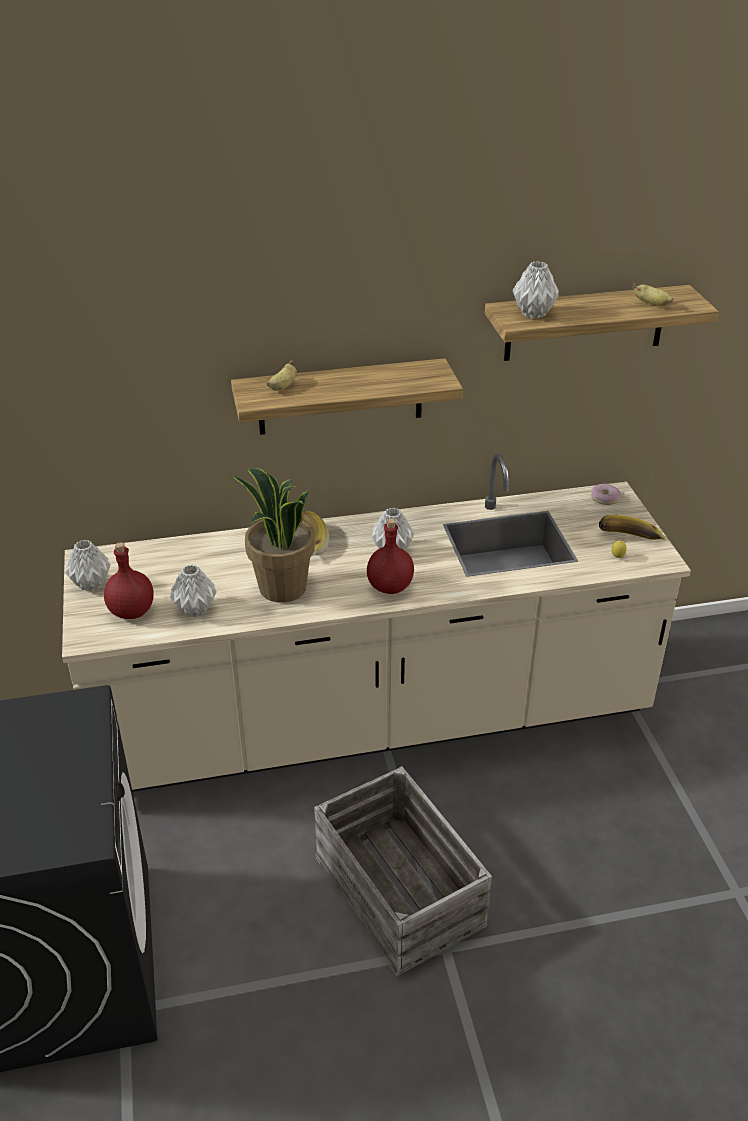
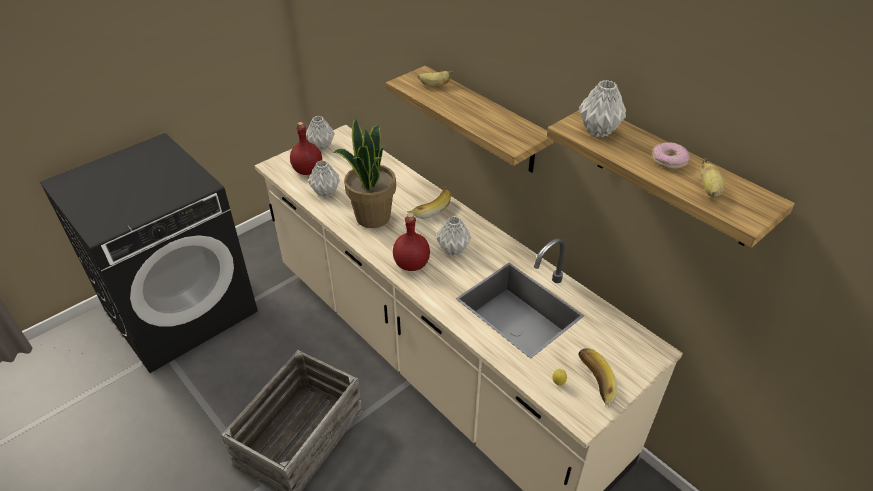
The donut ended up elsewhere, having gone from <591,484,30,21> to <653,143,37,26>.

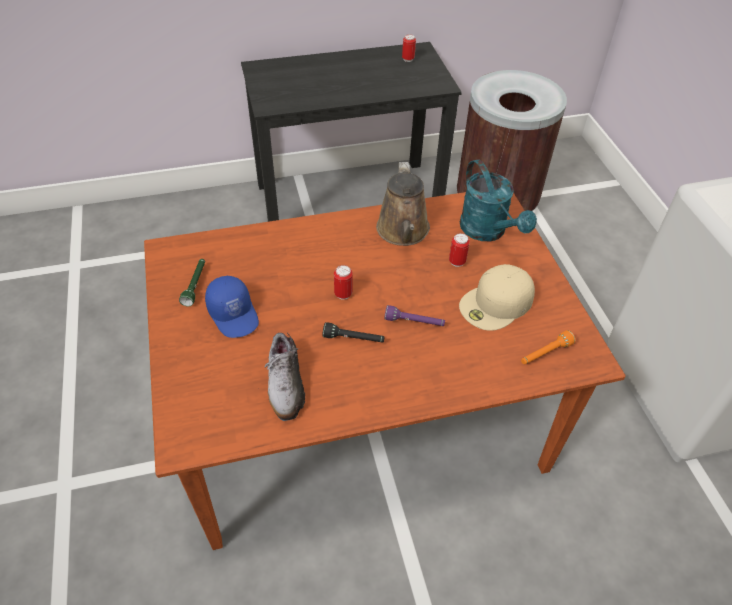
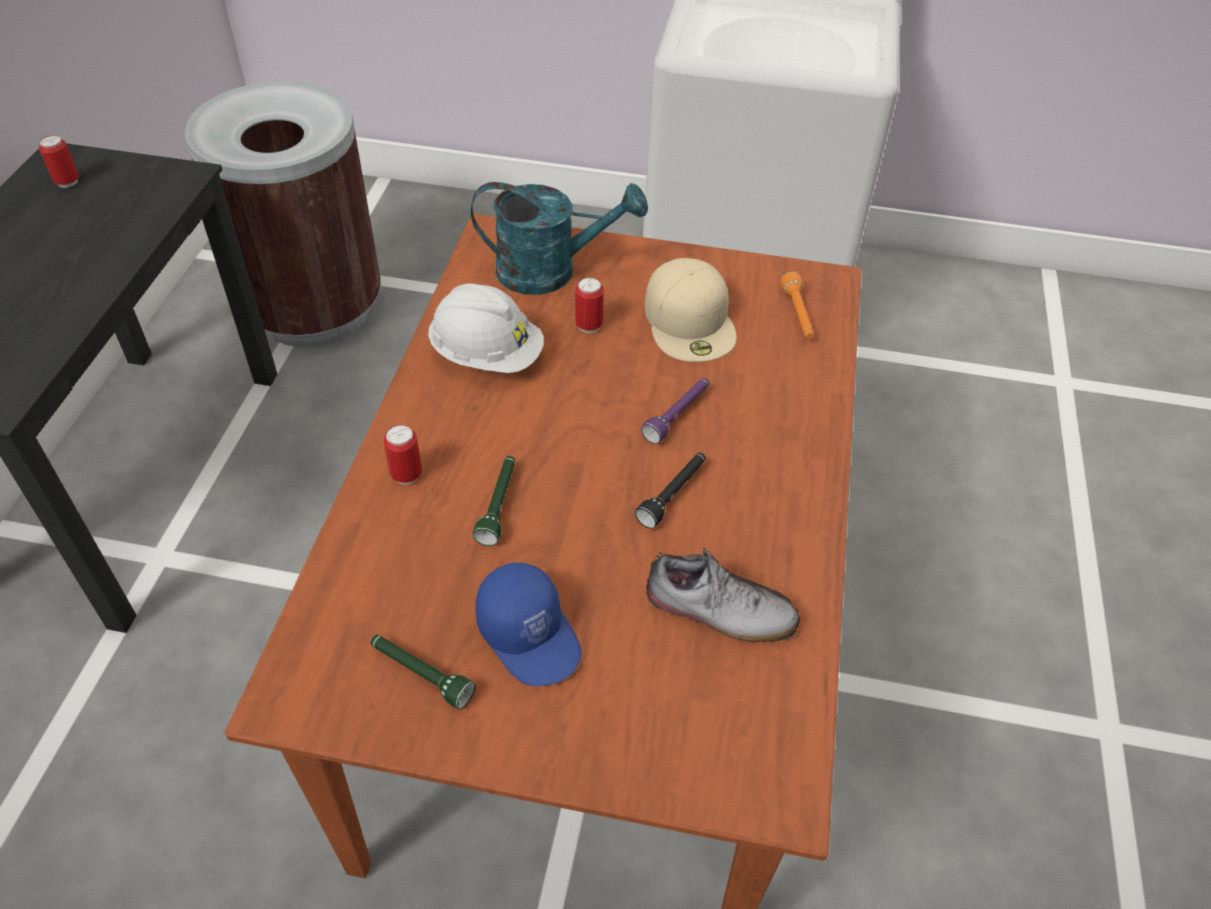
The cap (blue) at <205,275,54,63> ended up facing another way, 60 degrees clockwise from before. The metal can ended up elsewhere, having gone from <334,265,19,35> to <384,425,38,59>. Where the watering can (brown) stood at <376,162,54,84>, the hard hat (whitish) came to stand at <428,284,116,89>. The second view gained the hand torch (green) at <473,456,42,90>.

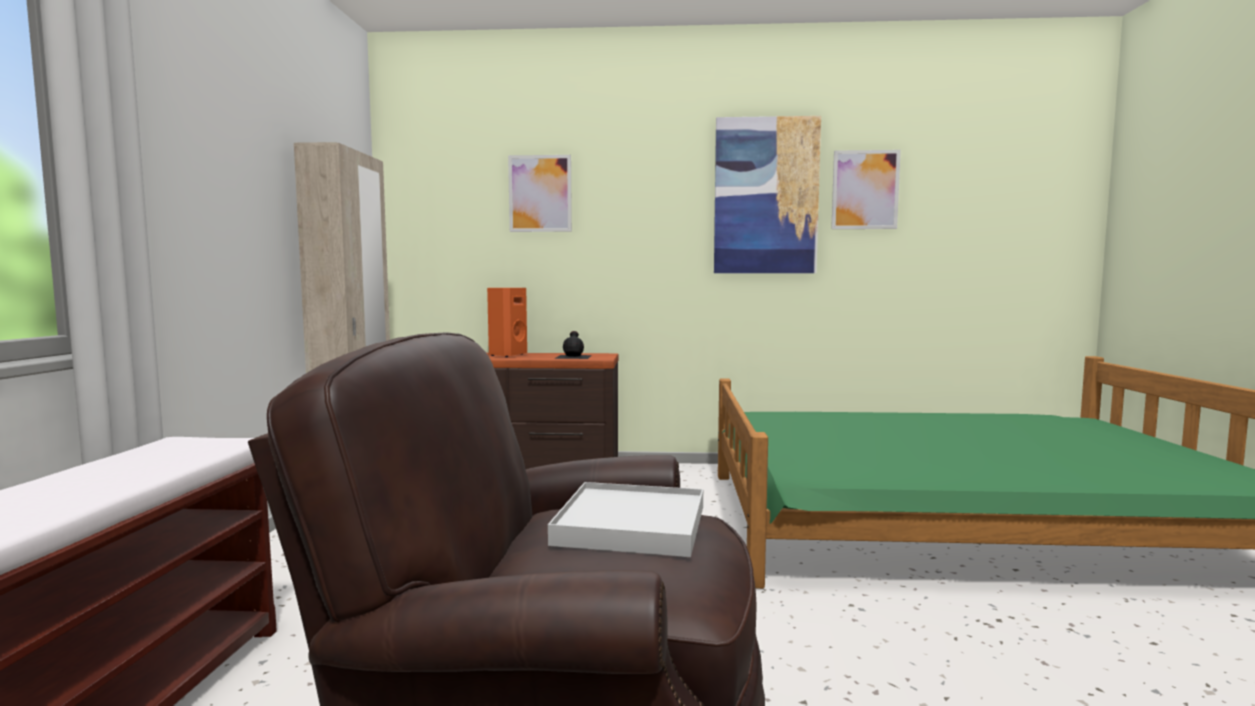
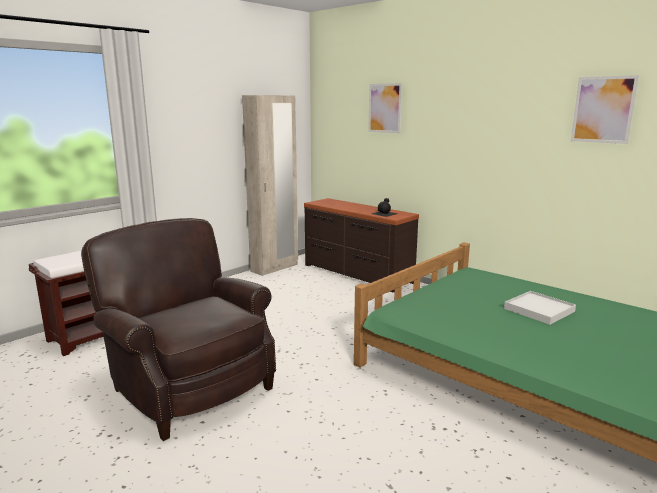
The second view lost the audio speaker (orangey) at <487,288,40,69>. The tray (whitish) ended up elsewhere, having gone from <548,482,155,75> to <504,291,72,34>. The second view lost the picture at <714,116,107,157>.

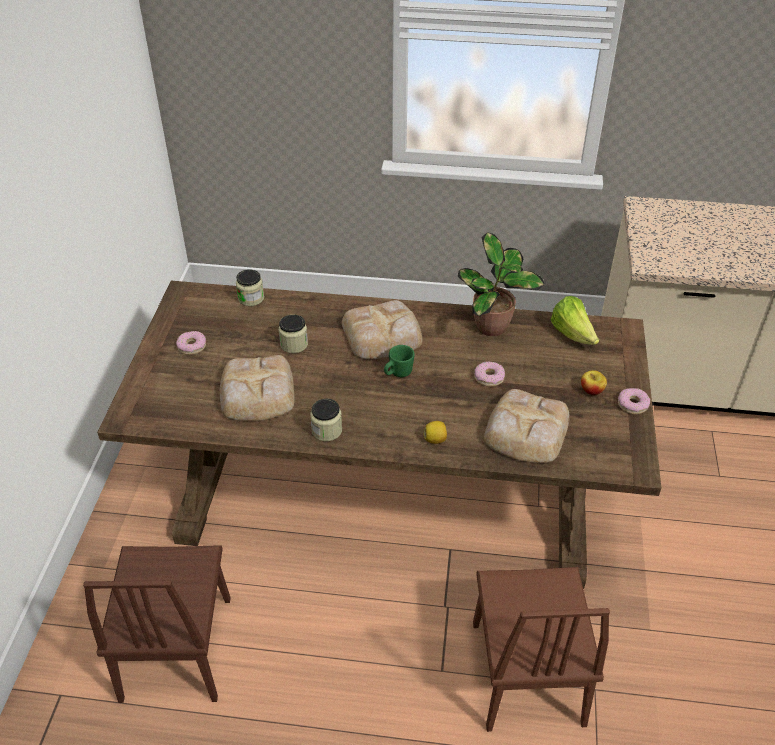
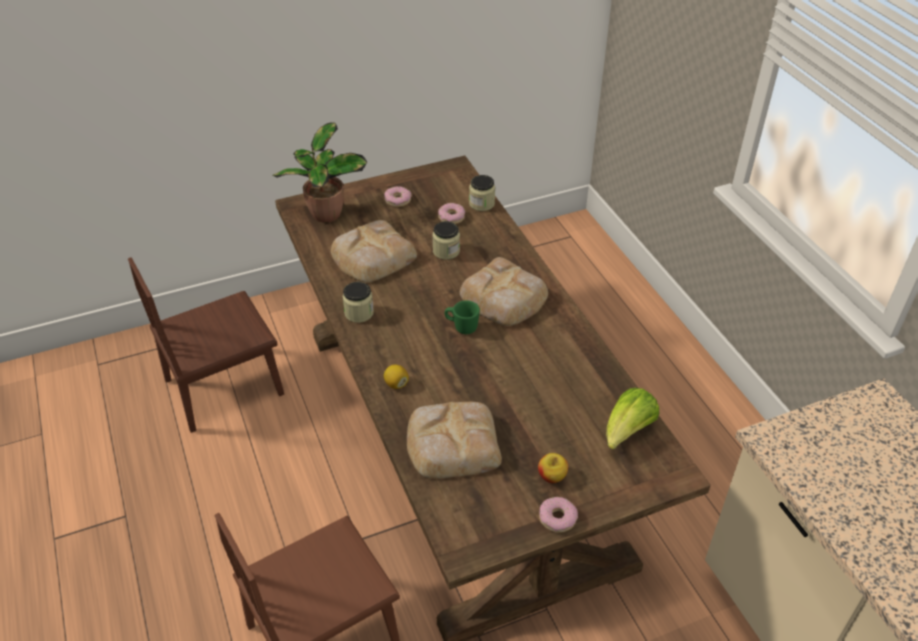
The houseplant ended up elsewhere, having gone from <458,232,86,104> to <272,122,95,101>. The donut ended up elsewhere, having gone from <474,361,31,26> to <438,203,27,21>.

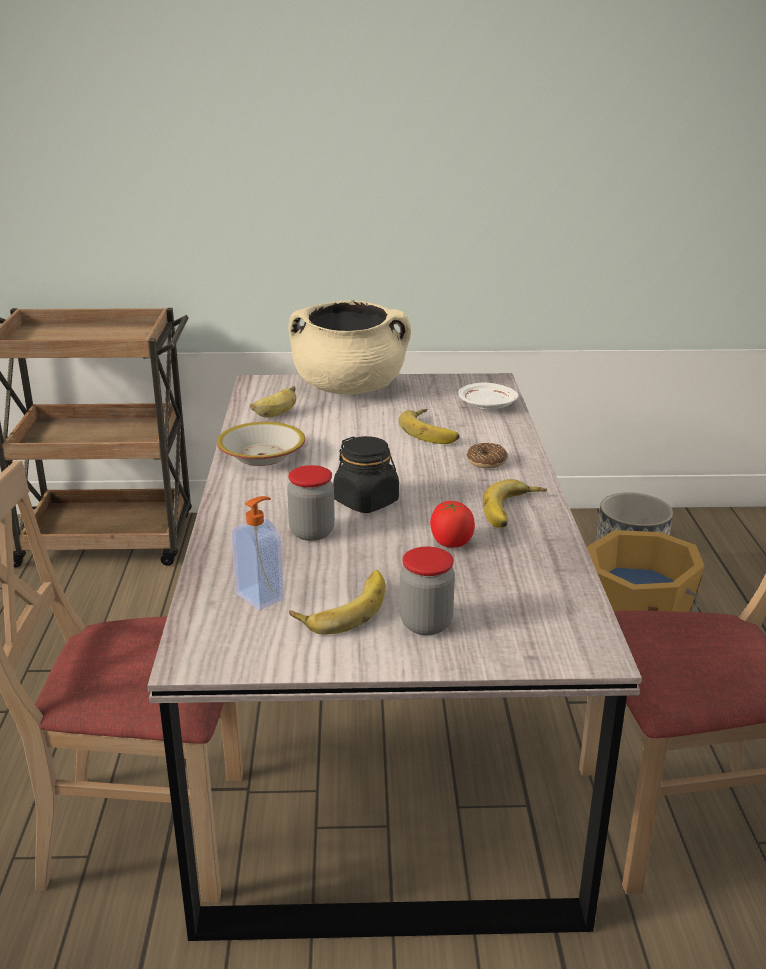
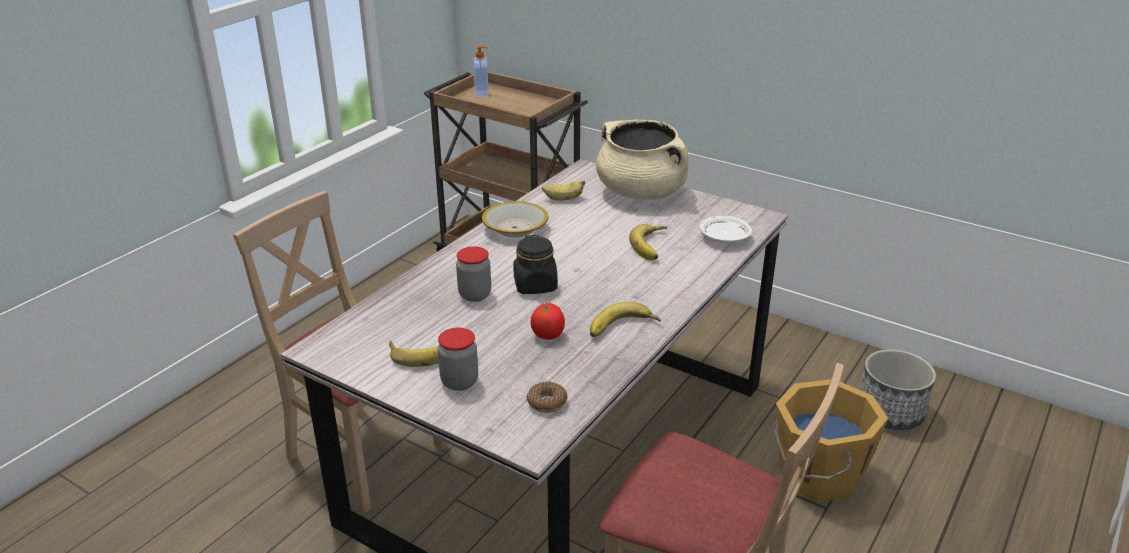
The liquid soap bottle ended up elsewhere, having gone from <232,496,52,114> to <473,46,16,51>. The donut ended up elsewhere, having gone from <467,443,41,26> to <527,381,41,32>.

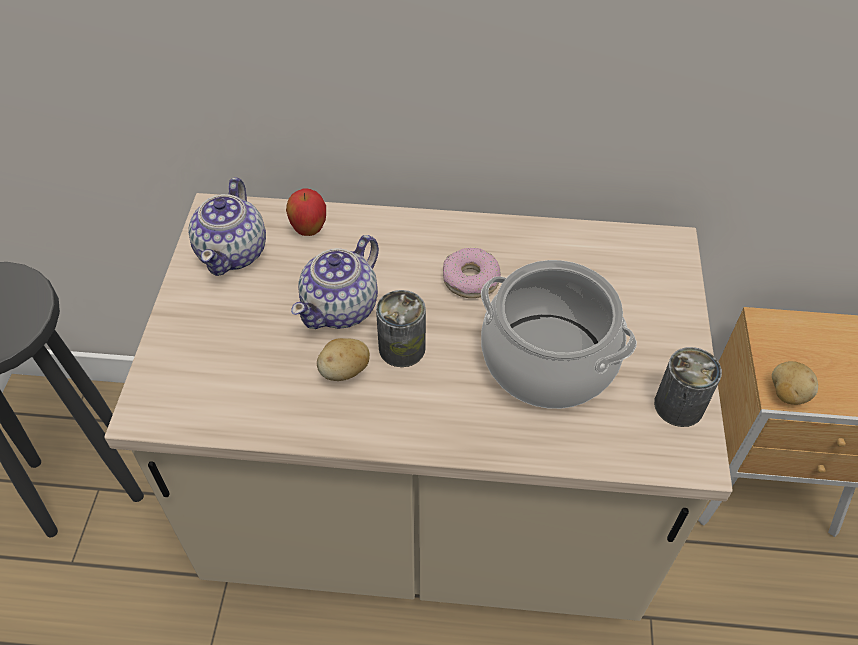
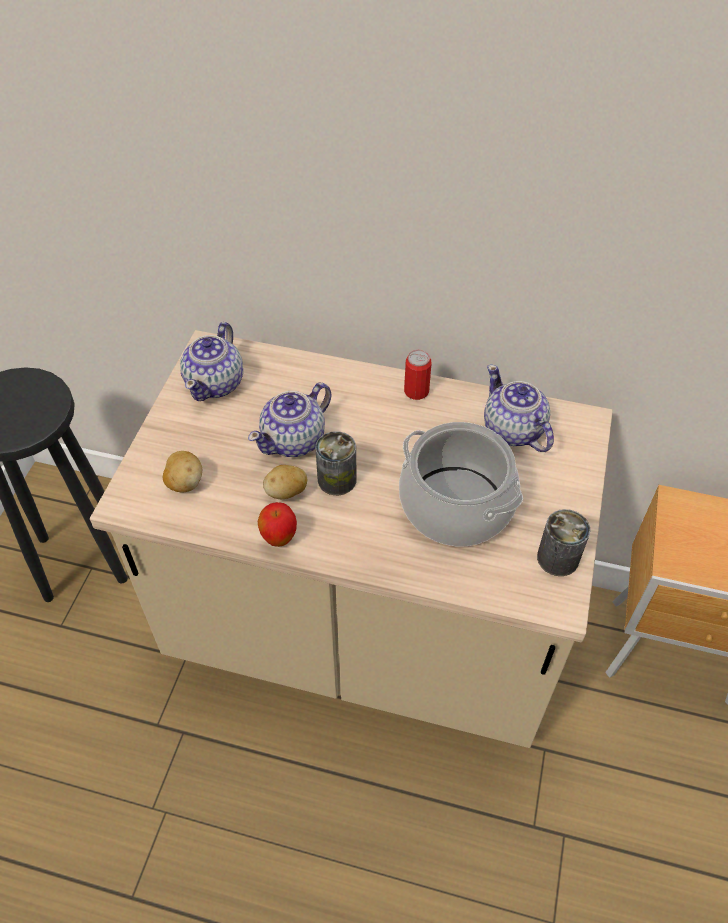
The apple fruit ended up elsewhere, having gone from <286,188,40,48> to <257,502,40,45>. The second view lost the donut at <443,248,58,50>. The whole potato ended up elsewhere, having gone from <772,361,46,44> to <163,451,39,41>. The second view gained the metal can at <404,349,28,51>. The second view gained the teapot at <484,364,70,88>.

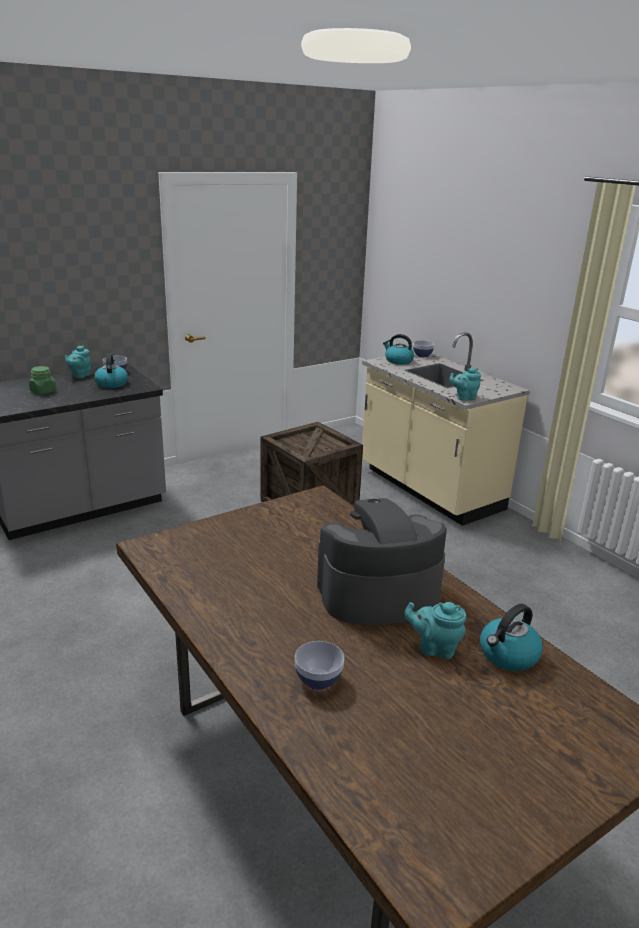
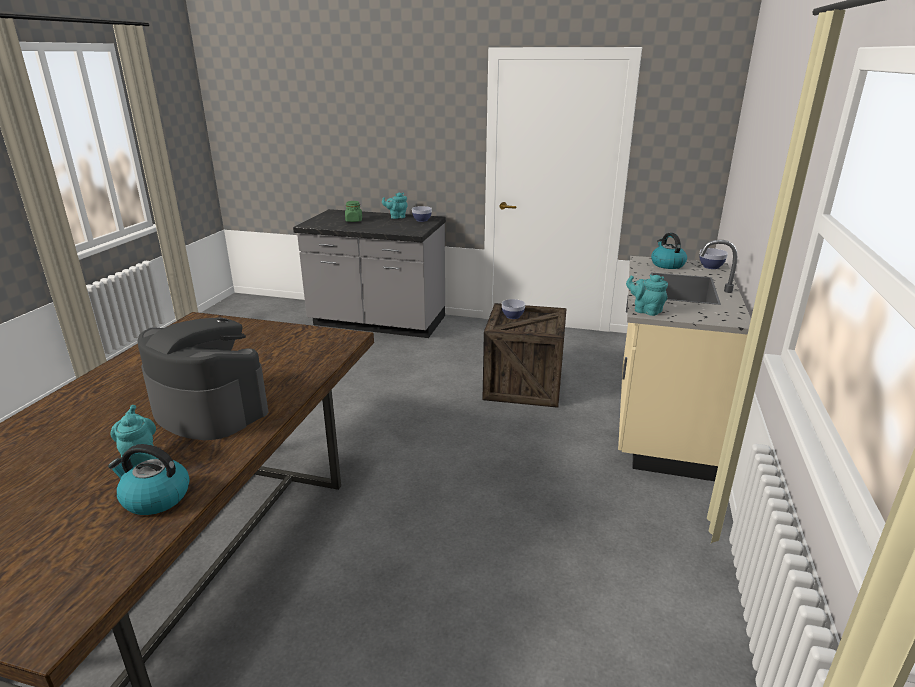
The second view lost the tea kettle at <94,354,34,34>. The serving bowl ended up elsewhere, having gone from <295,641,49,49> to <502,299,23,20>.

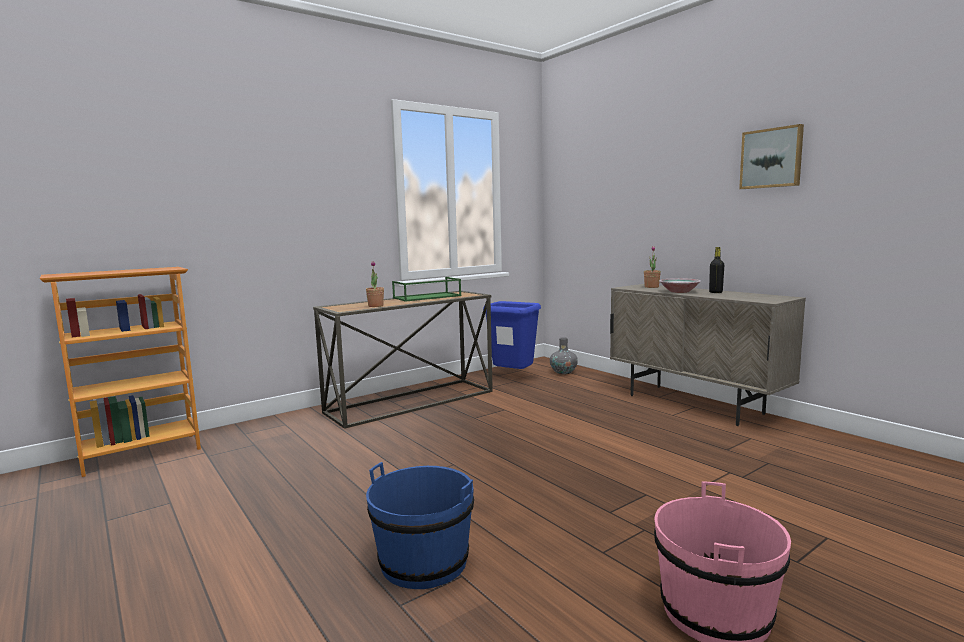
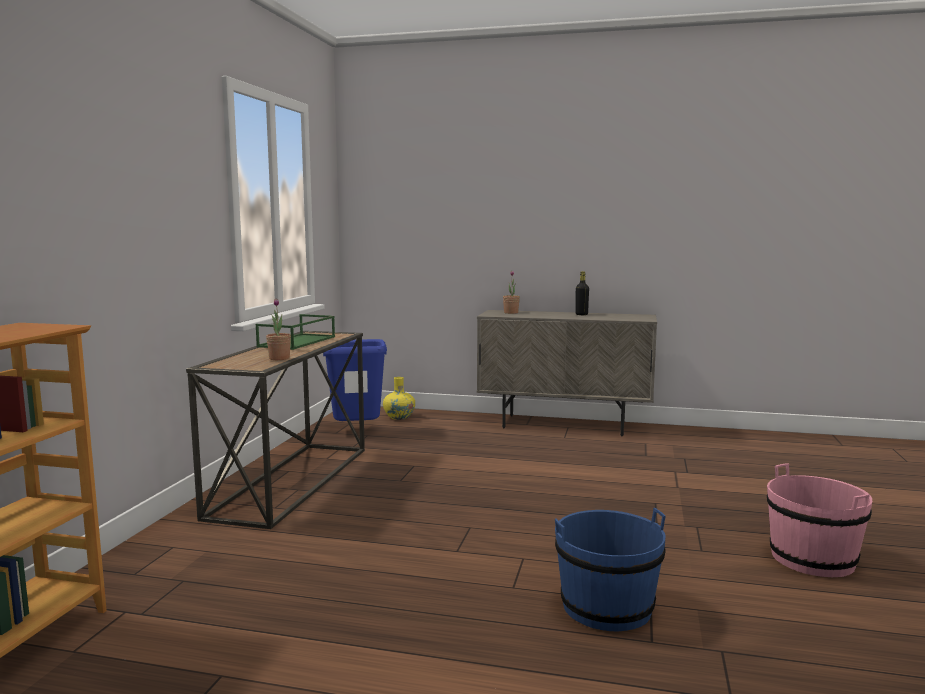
What was the decorative vase (grey) at <550,337,28,37> turned into the decorative vase (yellow-coloured) at <383,377,32,43>. The second view lost the serving bowl at <659,278,42,15>. The second view lost the picture at <739,124,65,65>.

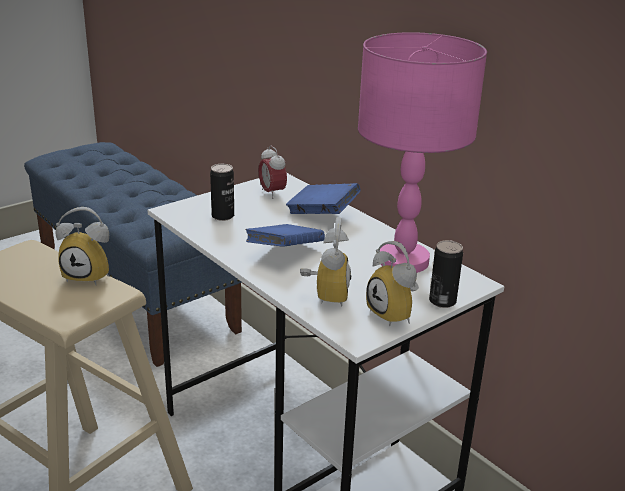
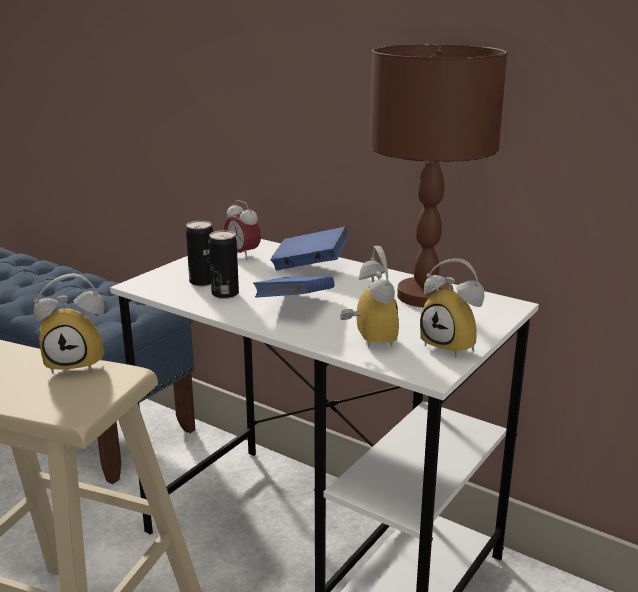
What was the tabletop lamp (pinkish) at <358,32,129,241> turned into the tabletop lamp (brown) at <369,44,139,263>. The metal can ended up elsewhere, having gone from <429,240,34,68> to <209,230,30,69>.

